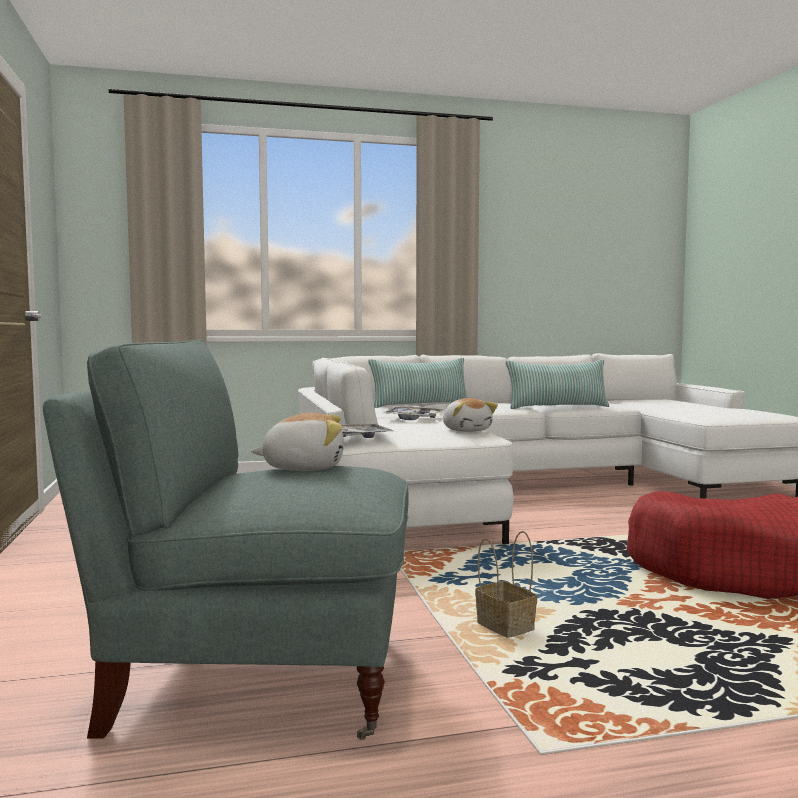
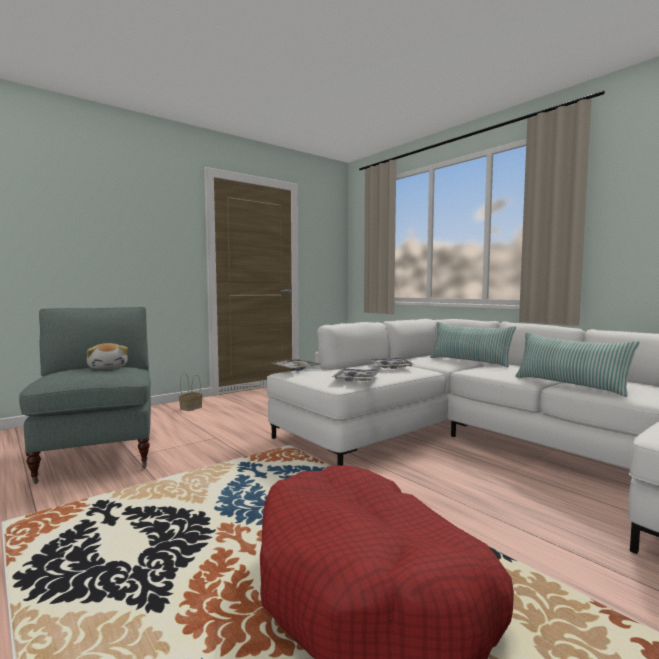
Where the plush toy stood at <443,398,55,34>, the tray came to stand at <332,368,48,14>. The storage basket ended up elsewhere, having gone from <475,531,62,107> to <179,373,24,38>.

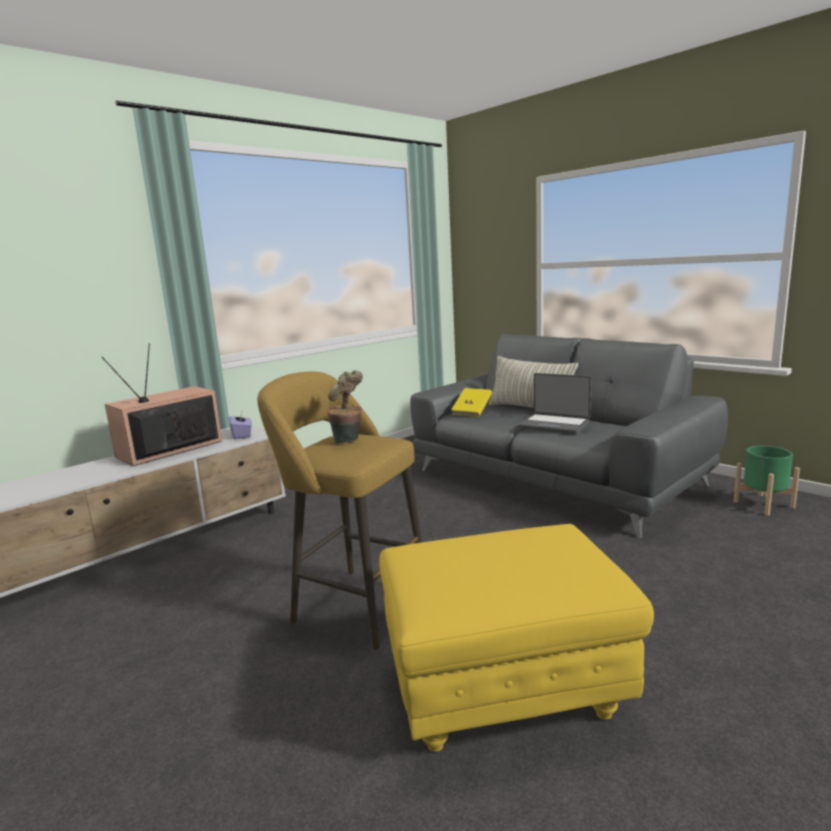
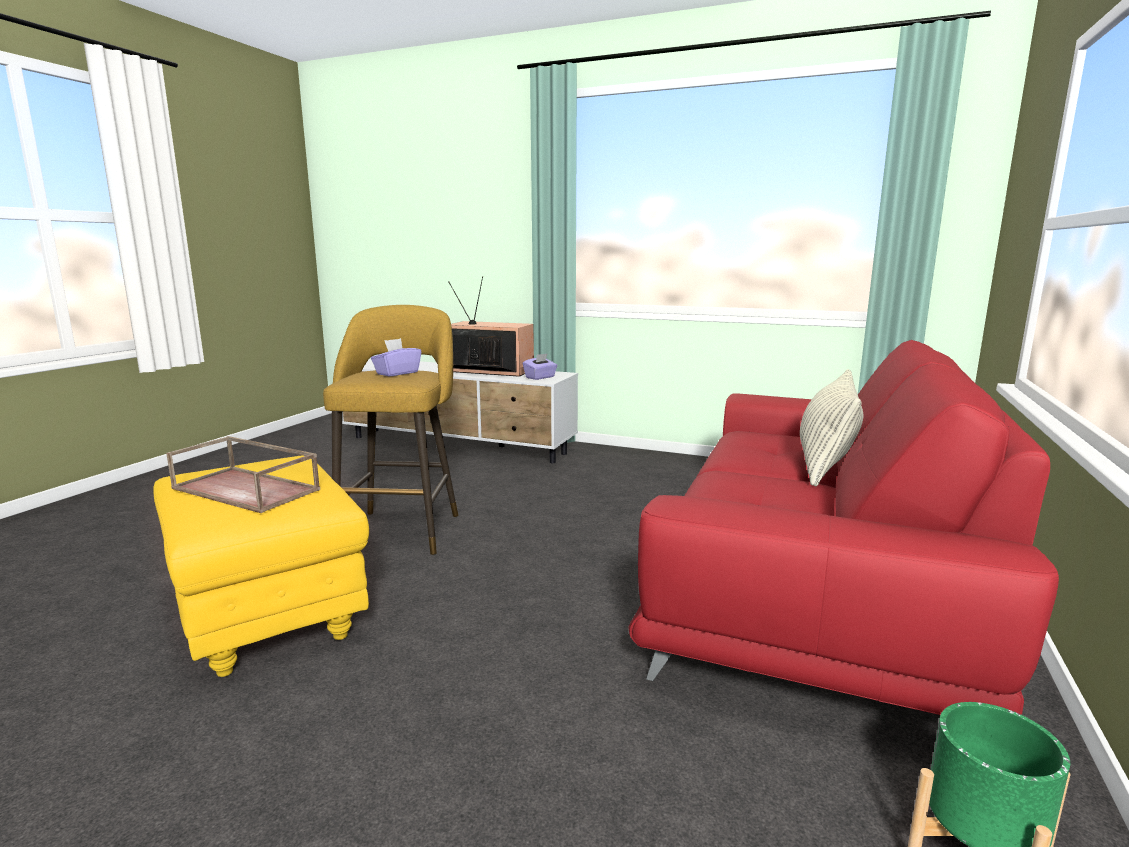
Where the houseplant stood at <327,370,36,73>, the box of tissues (purple) came to stand at <371,338,50,38>. What was the couch (grey) at <410,334,318,204> turned into the couch (red-coloured) at <628,340,431,375>. The second view lost the volume (yellow-coloured) at <451,388,41,29>. The second view lost the laptop at <518,373,73,61>. The second view gained the tray (brown) at <166,436,154,77>.

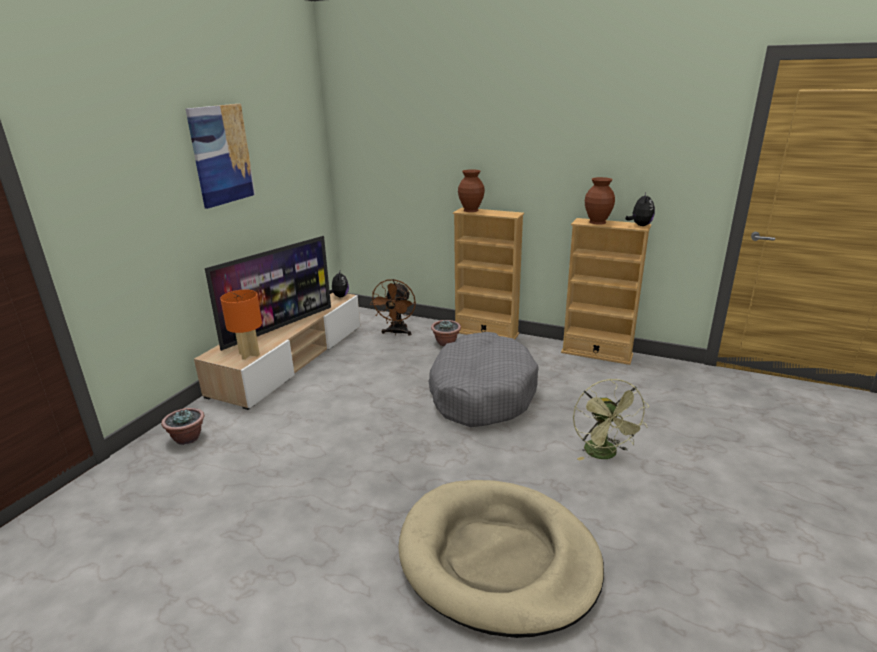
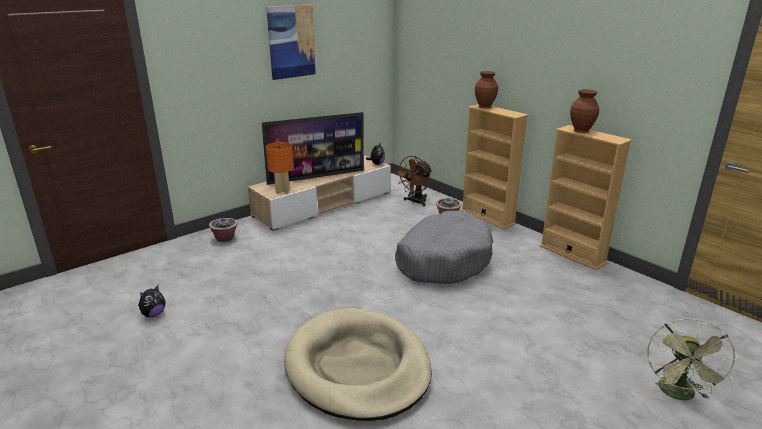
The electric fan (green) ended up elsewhere, having gone from <573,379,76,82> to <646,319,92,81>. The plush toy ended up elsewhere, having gone from <625,193,30,33> to <138,285,27,32>.

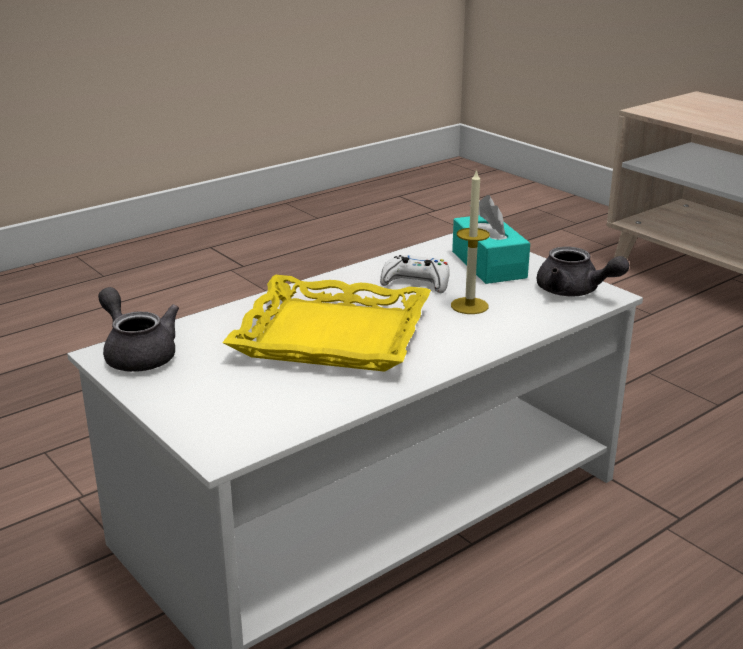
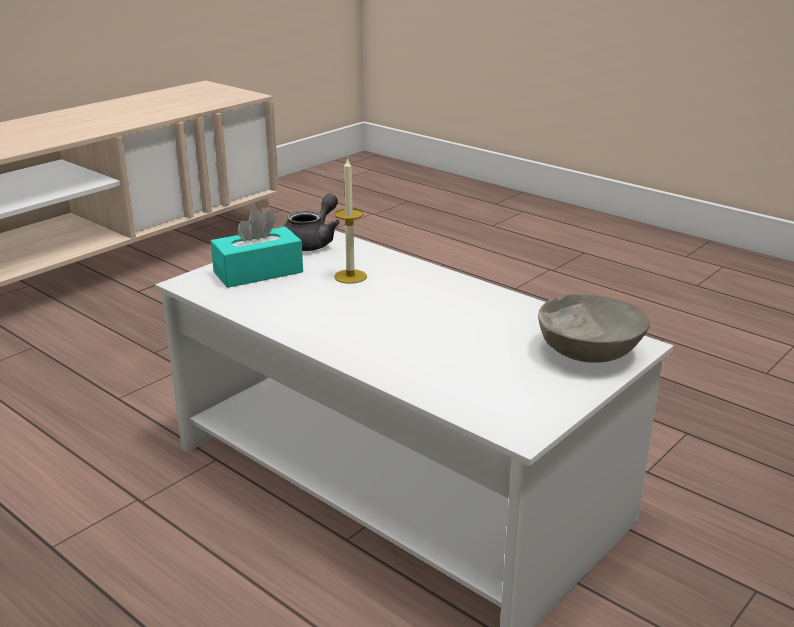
The second view lost the teapot (grey) at <98,287,81,85>. The second view lost the tray (yellow-coloured) at <222,275,209,97>. The second view lost the joypad (whitish) at <380,255,70,38>. The second view gained the serving bowl (grey) at <538,294,112,69>.

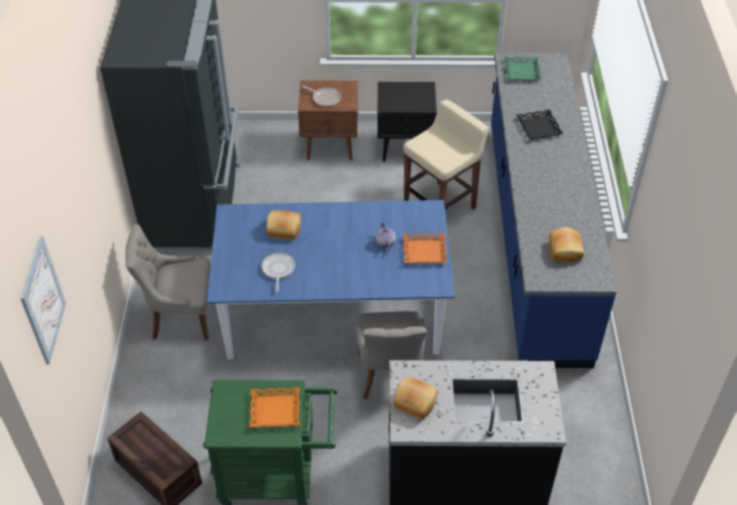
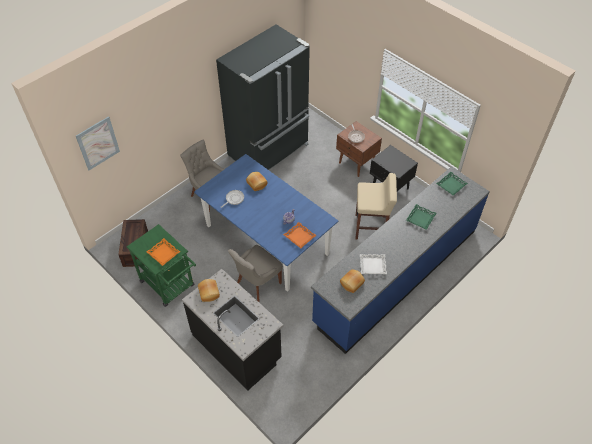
What was the tray (blackish) at <516,109,47,31> turned into the tray (green) at <406,204,31,26>. The second view gained the tray (whitish) at <360,254,27,20>.

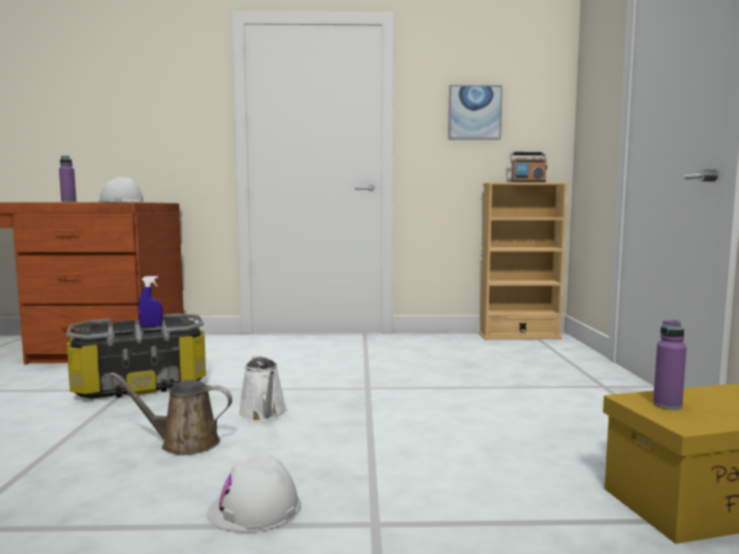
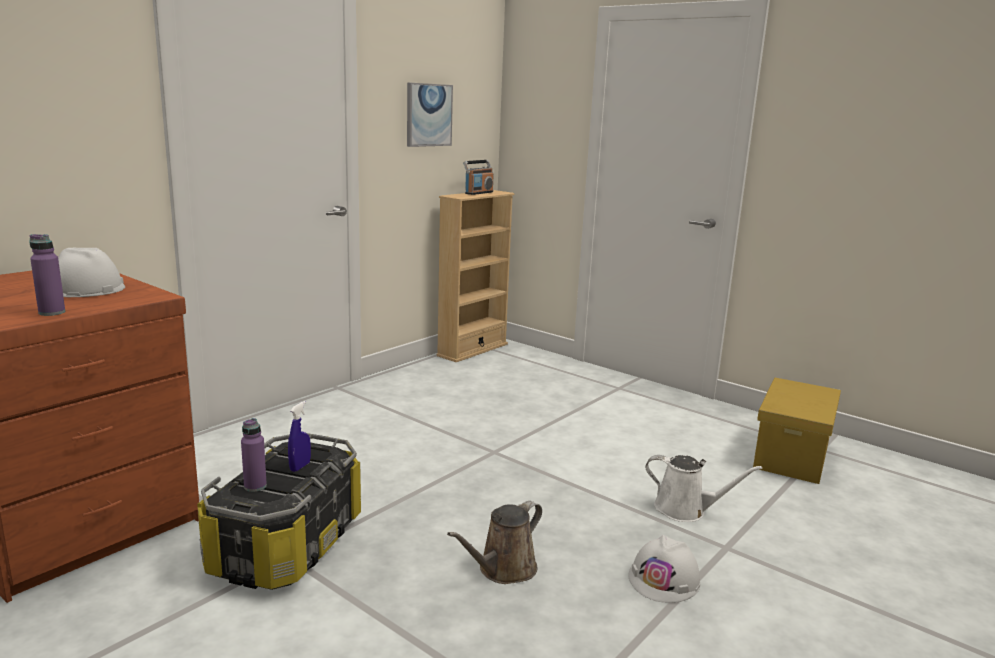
The watering can (whitish) ended up elsewhere, having gone from <238,356,49,66> to <645,455,117,67>. The drink bottle (purple) ended up elsewhere, having gone from <653,320,34,90> to <241,418,26,74>.

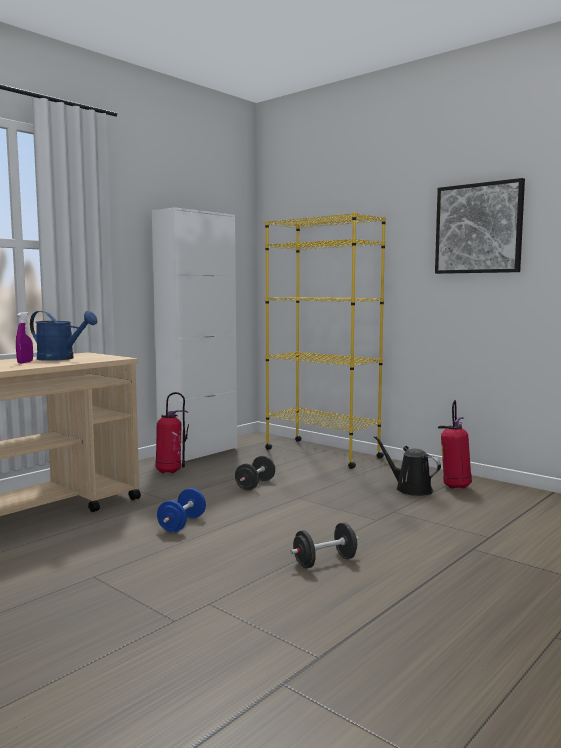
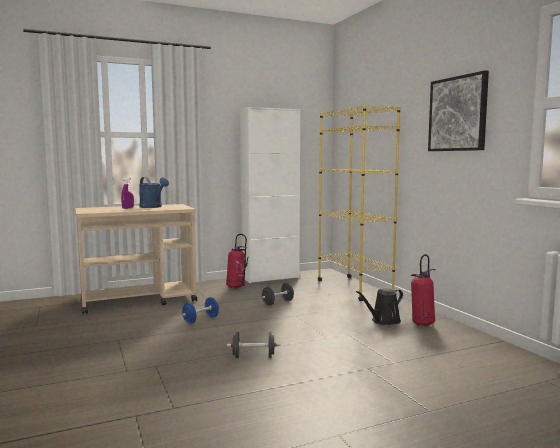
The watering can (blackish) at <374,436,67,60> ended up facing another way, 105 degrees counterclockwise from before.

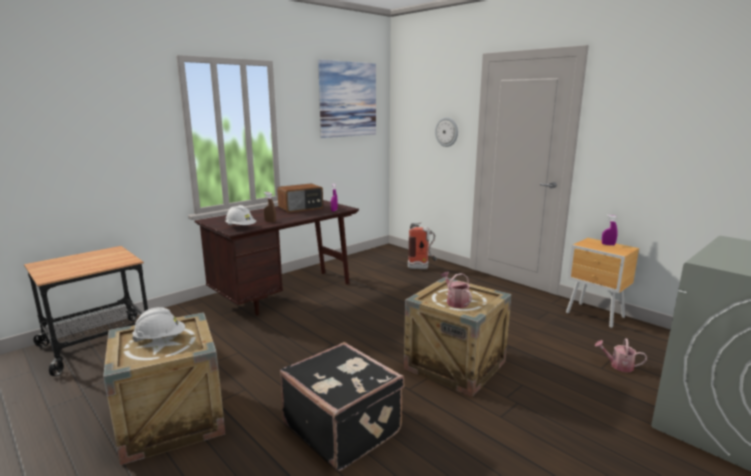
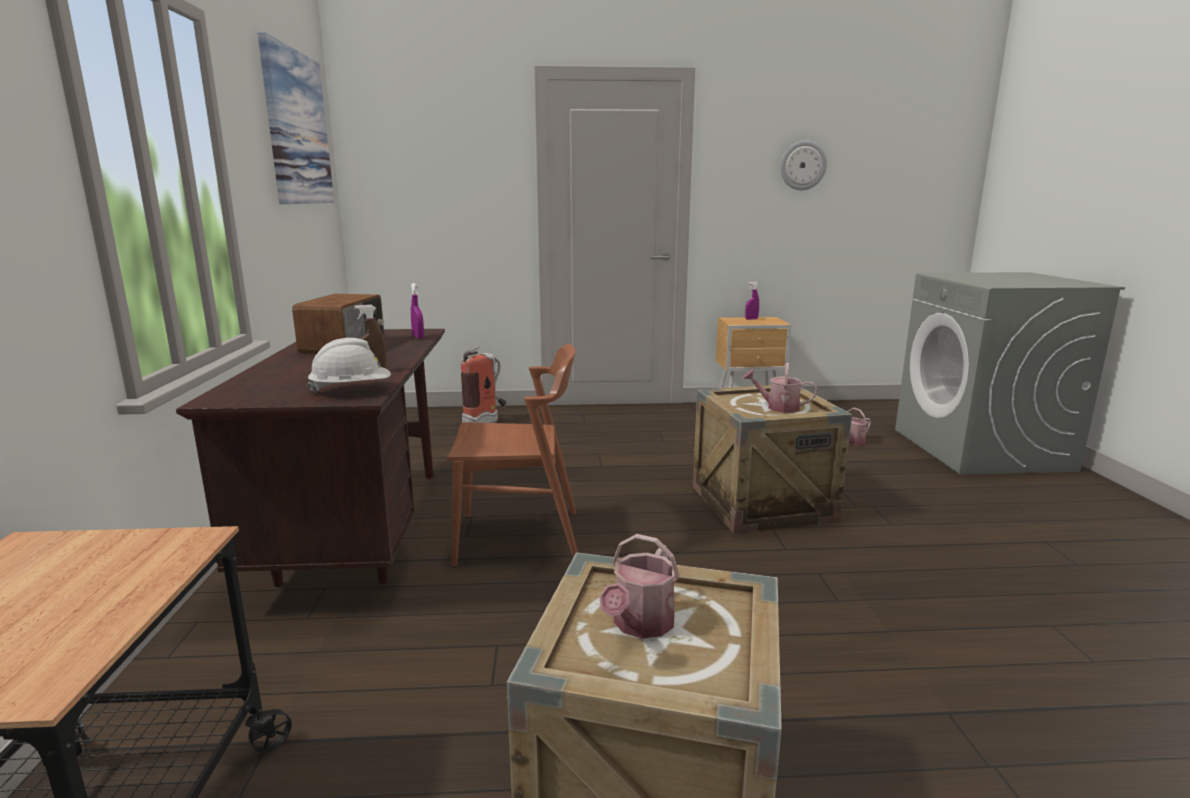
Where the hard hat (whitish) stood at <132,307,53,35>, the watering can came to stand at <599,534,81,104>. The second view lost the piece of luggage (blackish) at <280,342,124,129>. The wall clock ended up elsewhere, having gone from <435,117,23,30> to <780,140,47,50>. The second view gained the plain chair (brown) at <447,344,131,222>.

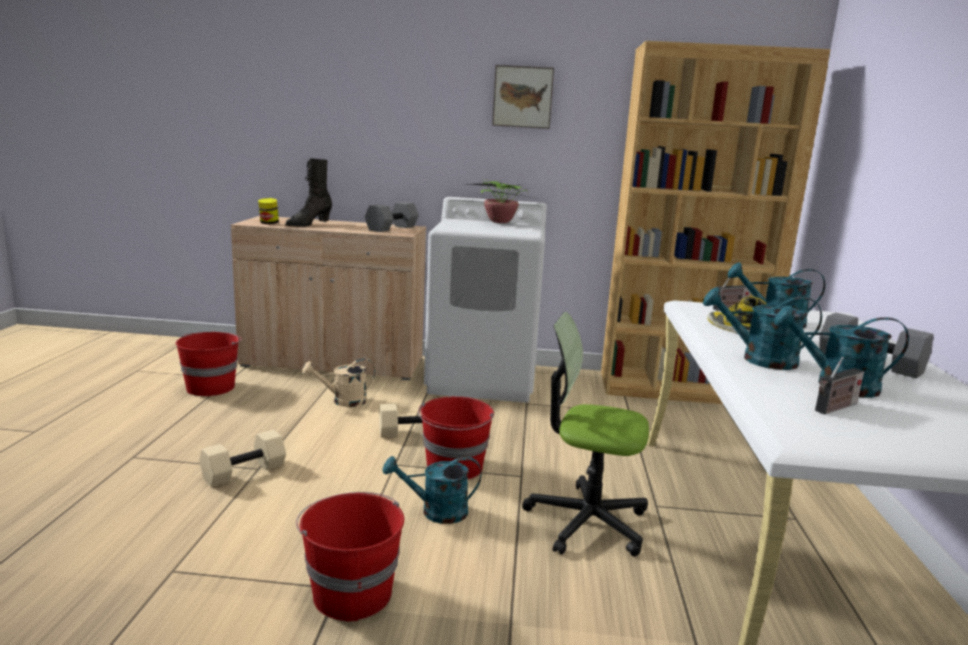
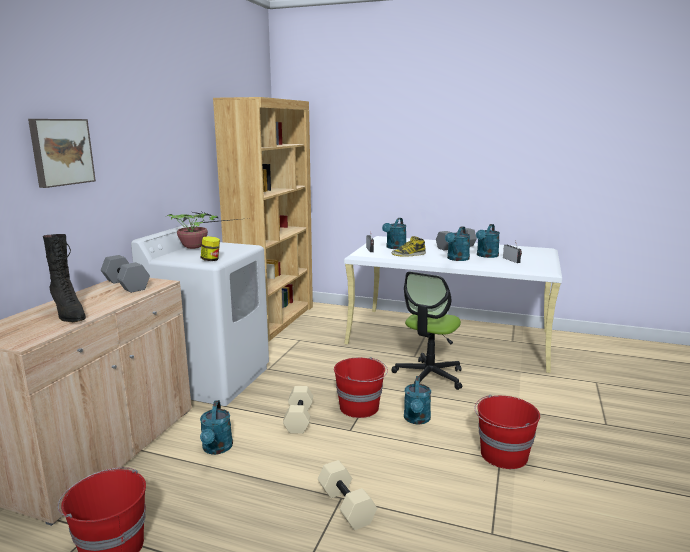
The storage jar ended up elsewhere, having gone from <258,198,21,26> to <201,236,19,25>. What was the watering can (beige-coloured) at <302,358,73,49> turned into the watering can (blue-green) at <200,400,33,55>. The picture ended up elsewhere, having gone from <492,65,62,64> to <28,119,68,69>.

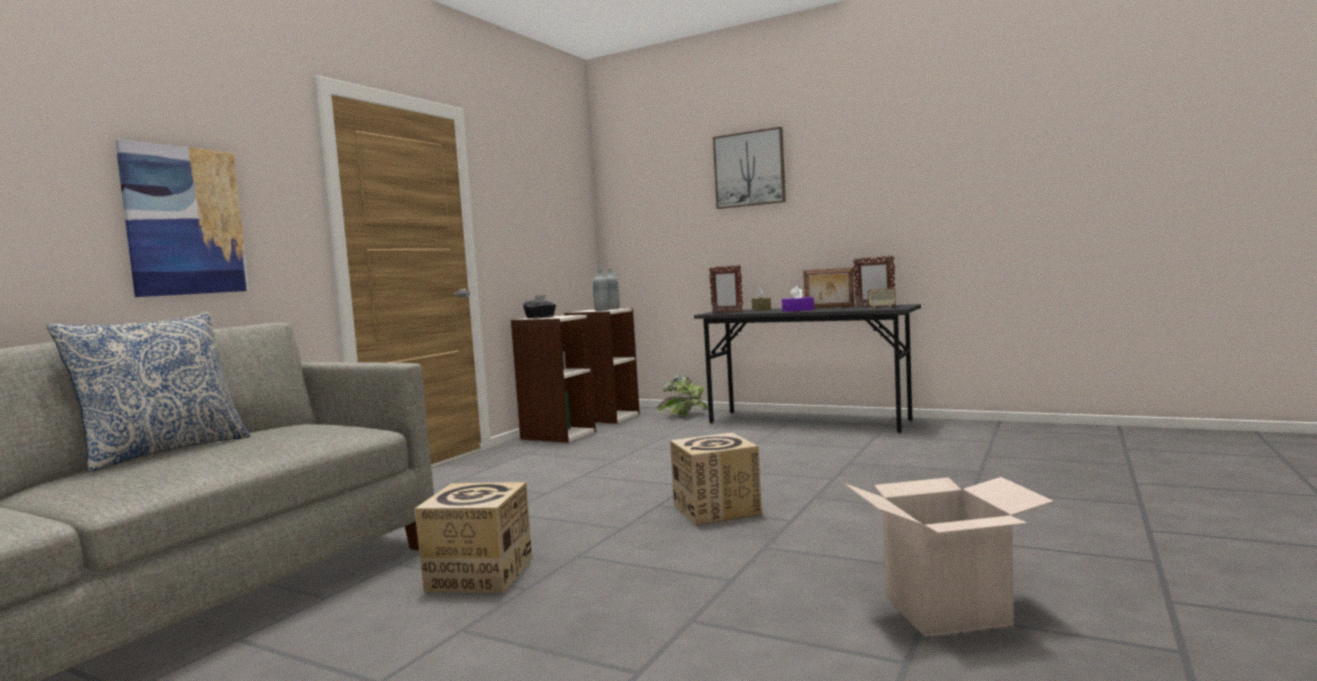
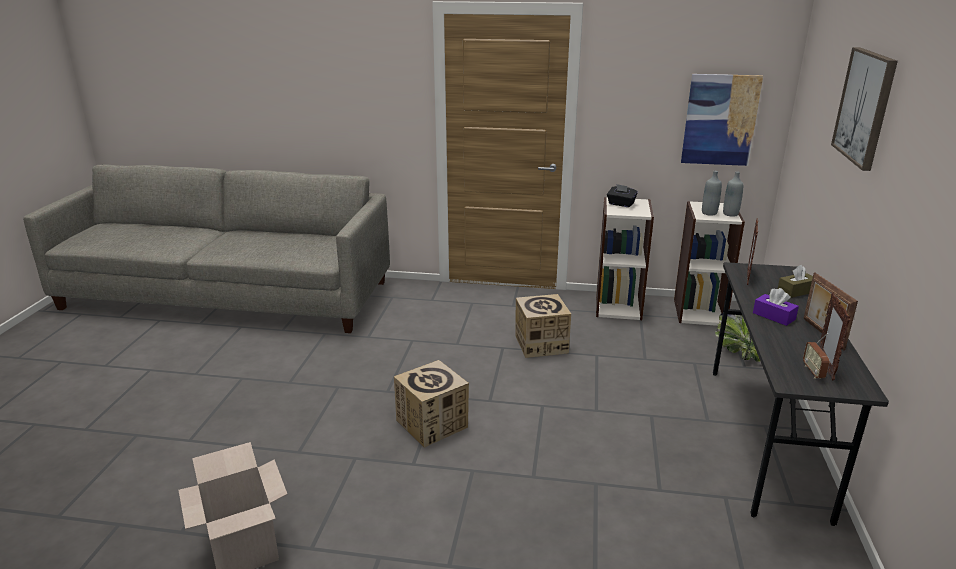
The second view lost the throw pillow at <47,312,203,160>. The picture ended up elsewhere, having gone from <115,140,134,157> to <681,74,82,92>. The carton ended up elsewhere, having gone from <414,482,118,111> to <515,294,56,64>.

